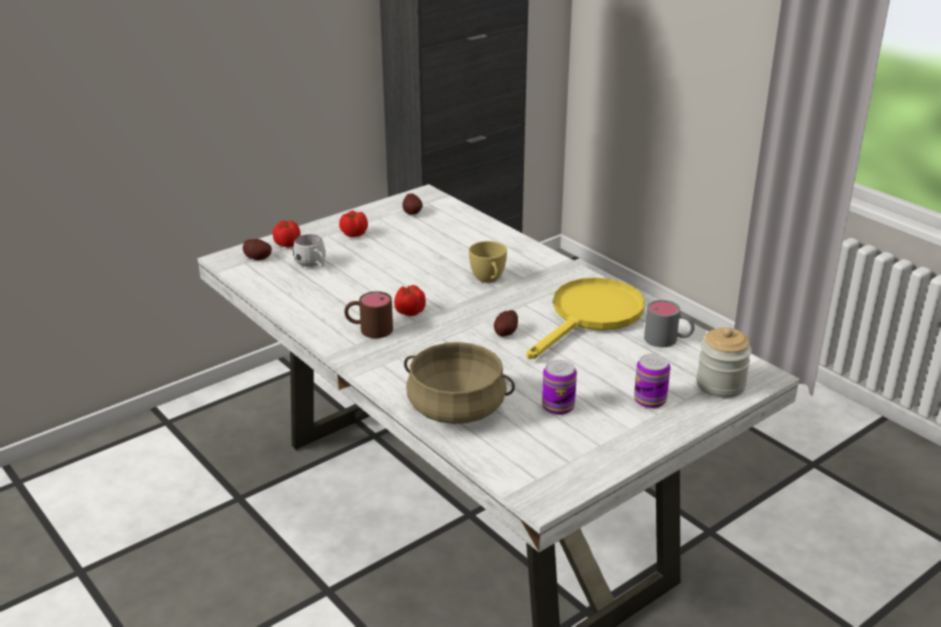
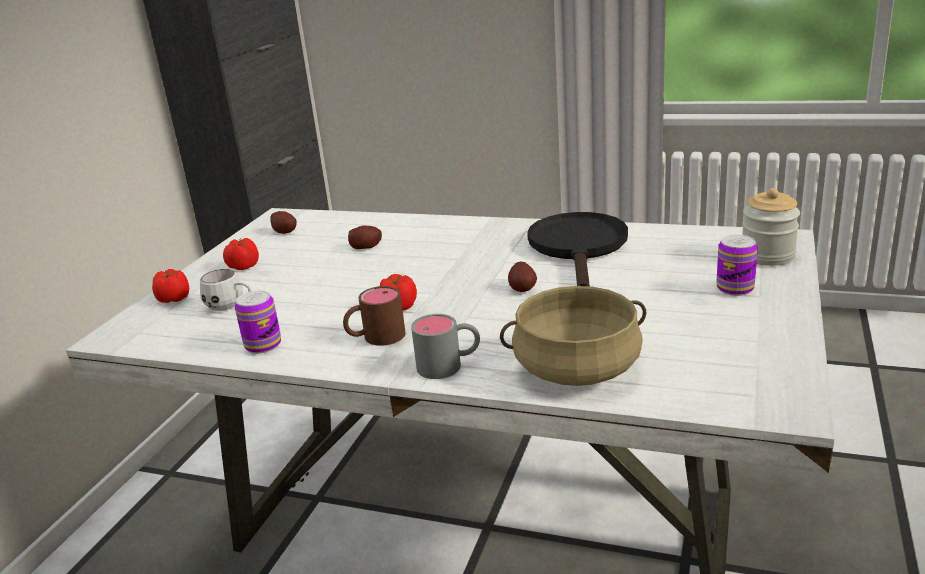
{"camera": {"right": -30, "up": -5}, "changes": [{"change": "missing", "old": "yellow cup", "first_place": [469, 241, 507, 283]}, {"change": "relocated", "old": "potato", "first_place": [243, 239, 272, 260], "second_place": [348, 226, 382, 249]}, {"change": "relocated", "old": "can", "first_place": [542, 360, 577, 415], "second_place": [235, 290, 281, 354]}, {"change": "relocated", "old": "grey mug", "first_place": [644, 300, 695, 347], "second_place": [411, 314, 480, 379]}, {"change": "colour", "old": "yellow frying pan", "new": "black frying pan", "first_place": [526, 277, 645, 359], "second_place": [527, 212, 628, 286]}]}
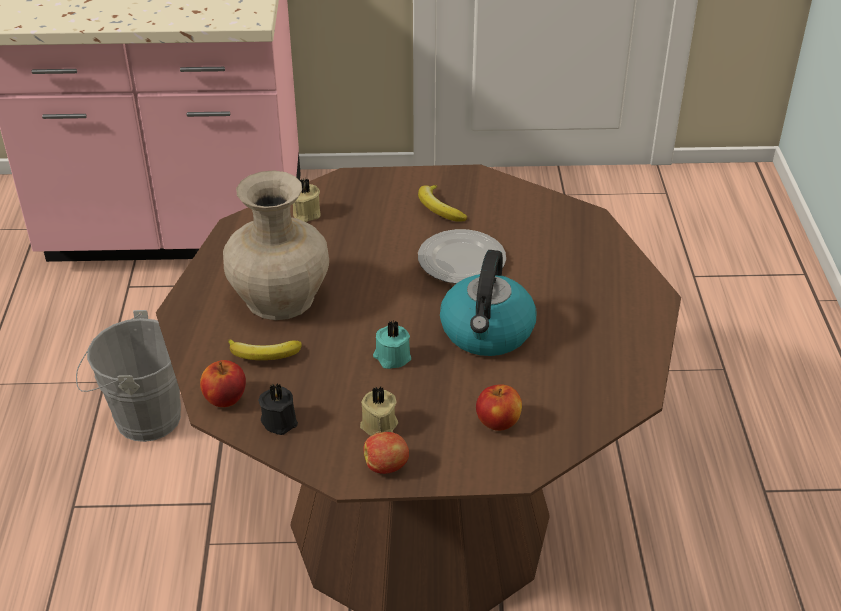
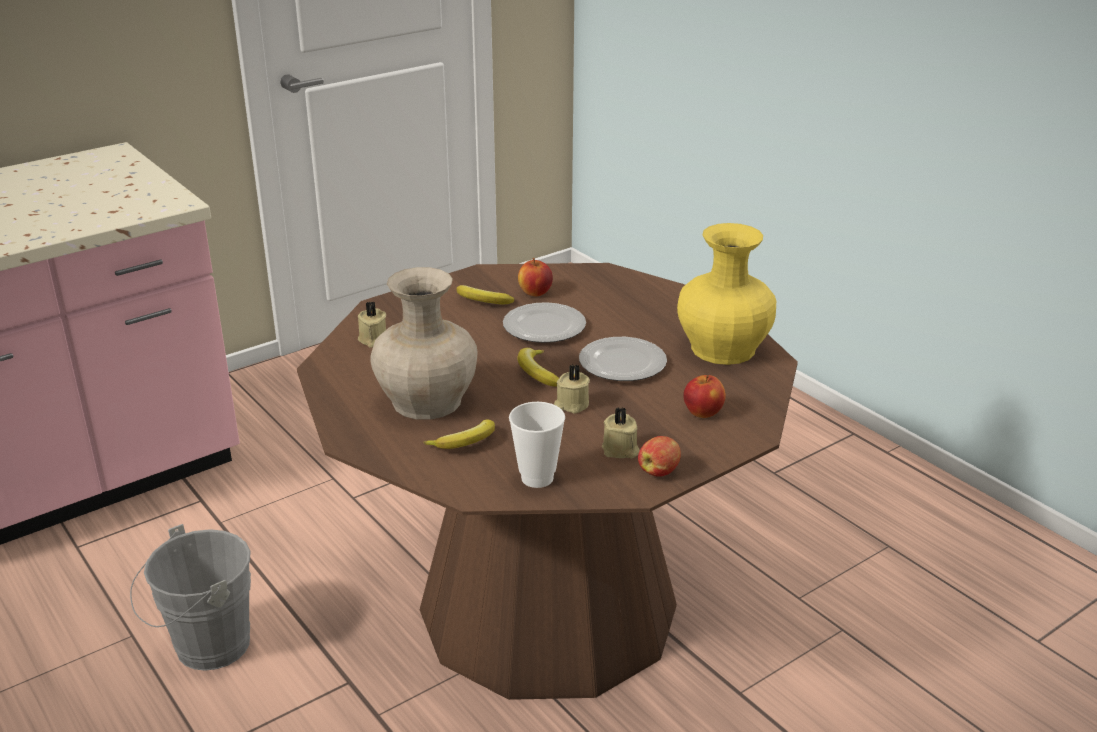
{"camera": {"right": -35, "up": -10}, "changes": [{"change": "appeared", "new": "banana", "second_place": [518, 348, 559, 387]}, {"change": "appeared", "new": "yellow vase", "second_place": [677, 223, 776, 365]}, {"change": "relocated", "old": "apple", "first_place": [200, 360, 246, 407], "second_place": [518, 258, 553, 296]}, {"change": "exchanged", "old": "black candle", "new": "cup", "first_place": [258, 383, 298, 435], "second_place": [509, 402, 565, 488]}, {"change": "exchanged", "old": "kettle", "new": "plate", "first_place": [440, 250, 536, 356], "second_place": [579, 337, 667, 381]}, {"change": "colour", "old": "turquoise candle", "new": "beige candle", "first_place": [373, 321, 411, 369], "second_place": [554, 364, 590, 413]}]}
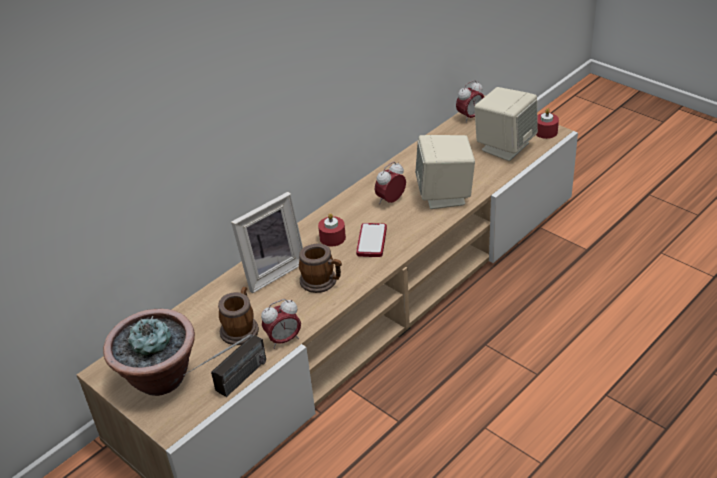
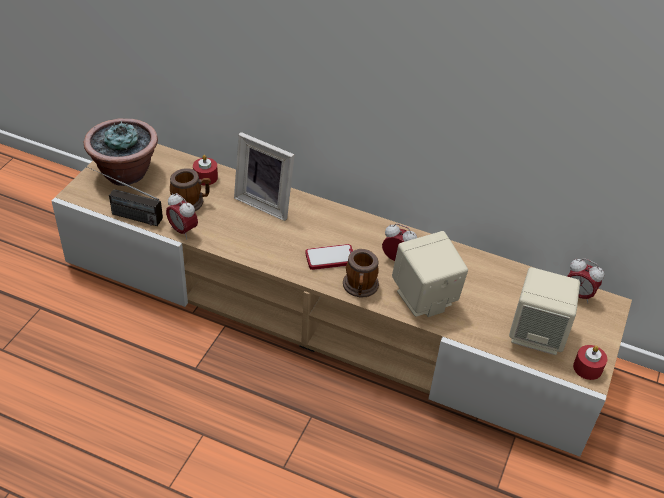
{"camera": {"right": 65, "up": 5}, "changes": [{"change": "relocated", "old": "mug", "first_place": [299, 243, 342, 293], "second_place": [343, 249, 379, 298]}, {"change": "relocated", "old": "red candle", "first_place": [318, 213, 346, 247], "second_place": [193, 155, 218, 185]}]}
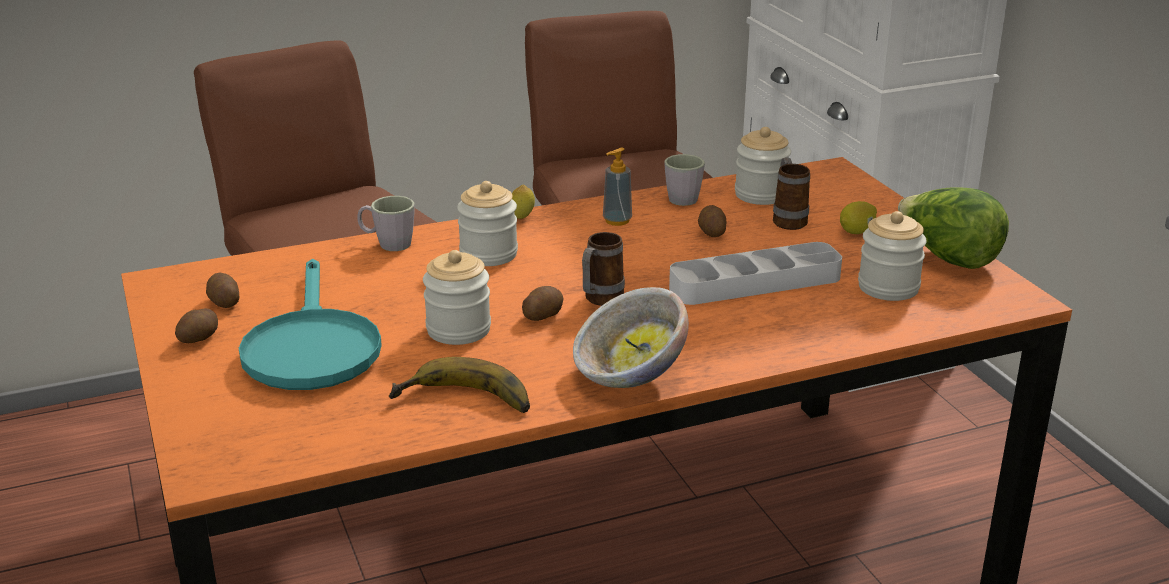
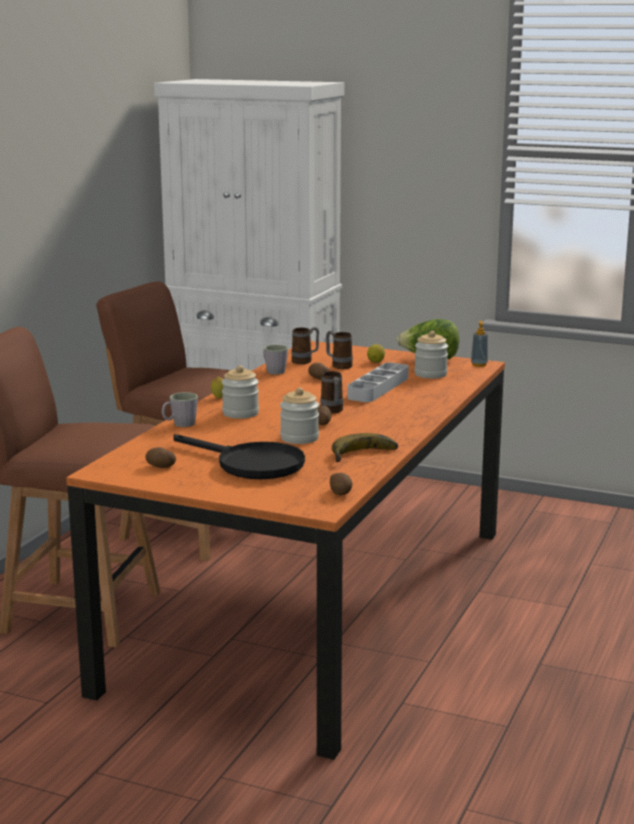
{"camera": {"right": -45, "up": -10}, "changes": [{"change": "missing", "old": "bowl", "first_place": [573, 287, 689, 388]}, {"change": "relocated", "old": "potato", "first_place": [175, 308, 218, 343], "second_place": [330, 473, 352, 495]}, {"change": "relocated", "old": "soap dispenser", "first_place": [603, 148, 632, 226], "second_place": [471, 321, 488, 367]}, {"change": "exchanged", "old": "jar", "new": "mug", "first_place": [735, 127, 791, 205], "second_place": [291, 327, 319, 364]}, {"change": "colour", "old": "turquoise frying pan", "new": "black frying pan", "first_place": [239, 259, 382, 390], "second_place": [173, 434, 305, 479]}]}
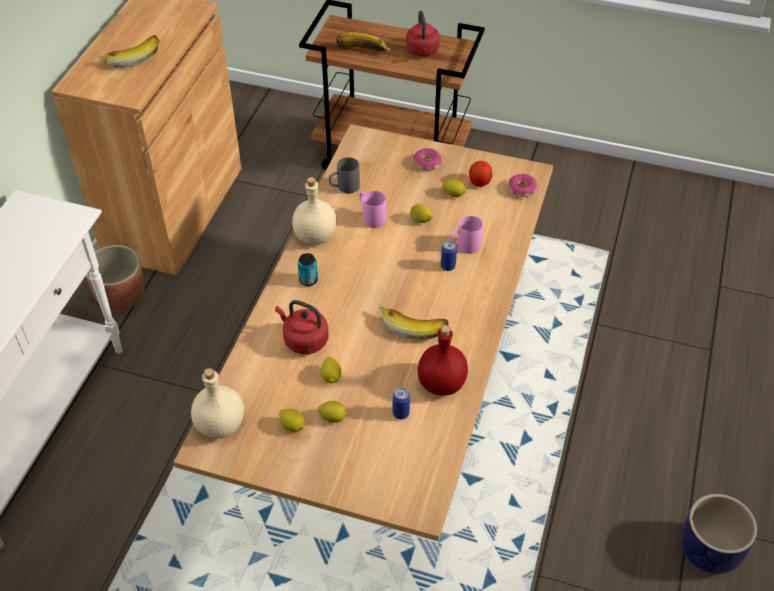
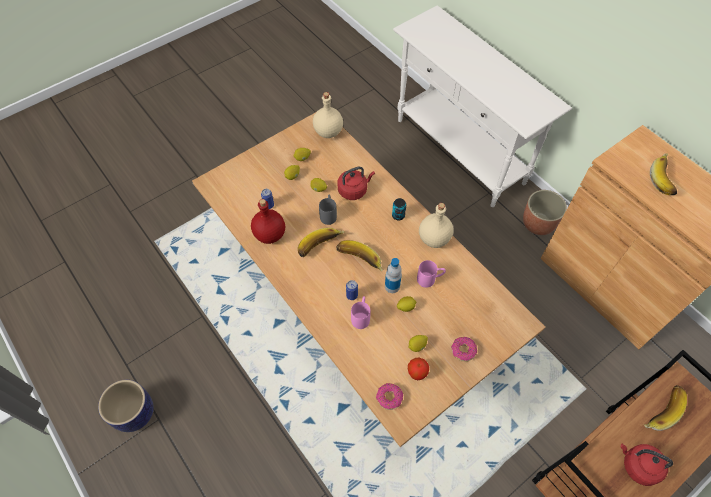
{"camera": {"right": 125, "up": 10}, "changes": [{"change": "appeared", "new": "banana", "second_place": [336, 240, 383, 272]}, {"change": "appeared", "new": "bottle", "second_place": [385, 258, 402, 293]}, {"change": "relocated", "old": "grey mug", "first_place": [329, 157, 360, 194], "second_place": [319, 194, 337, 225]}]}
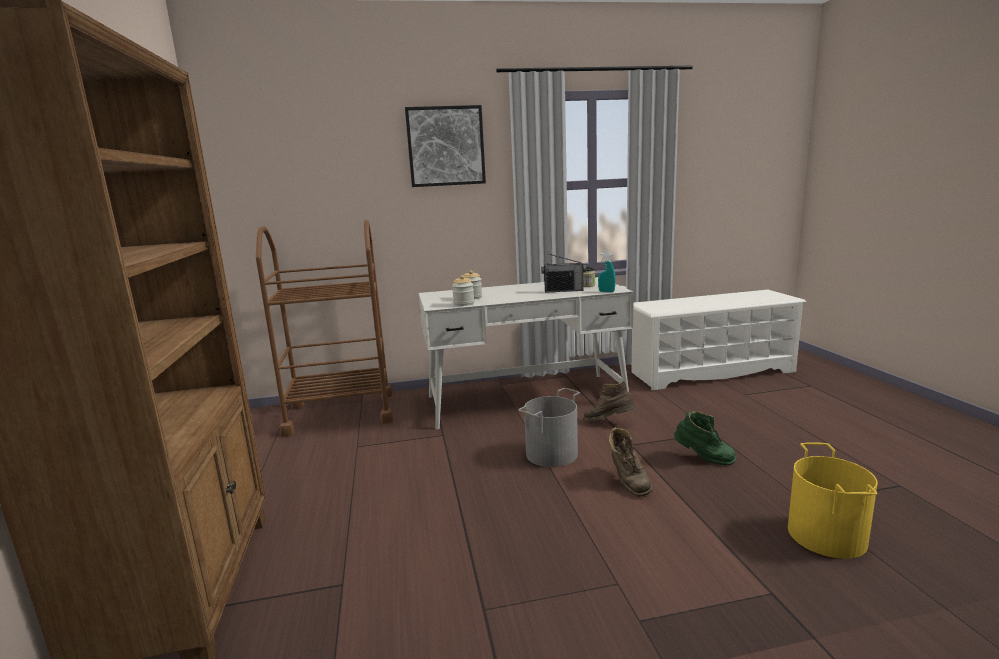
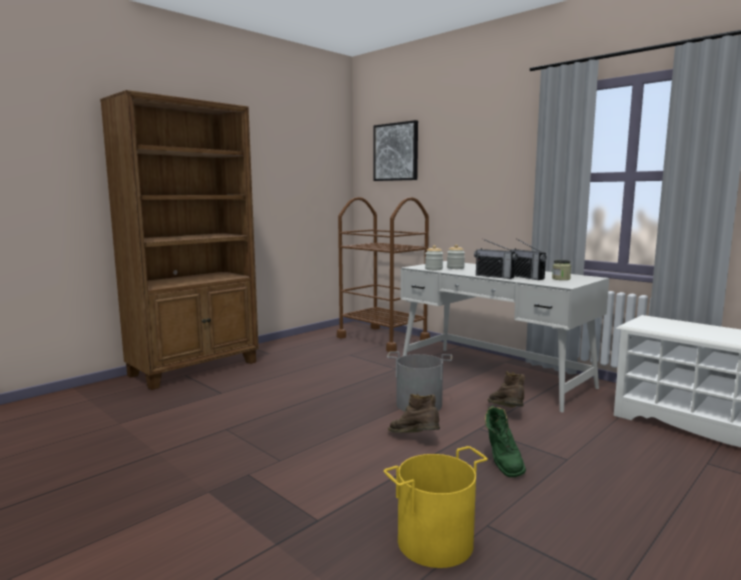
{"camera": {"right": 55, "up": -5}, "changes": [{"change": "missing", "old": "turquoise spray bottle", "first_place": [598, 253, 616, 292]}, {"change": "appeared", "new": "radio", "second_place": [474, 239, 517, 279]}, {"change": "relocated", "old": "picture", "first_place": [405, 105, 486, 187], "second_place": [373, 120, 418, 181]}, {"change": "spun", "old": "brown boot", "first_place": [609, 427, 653, 497], "second_place": [388, 394, 440, 433], "degrees": 90}]}
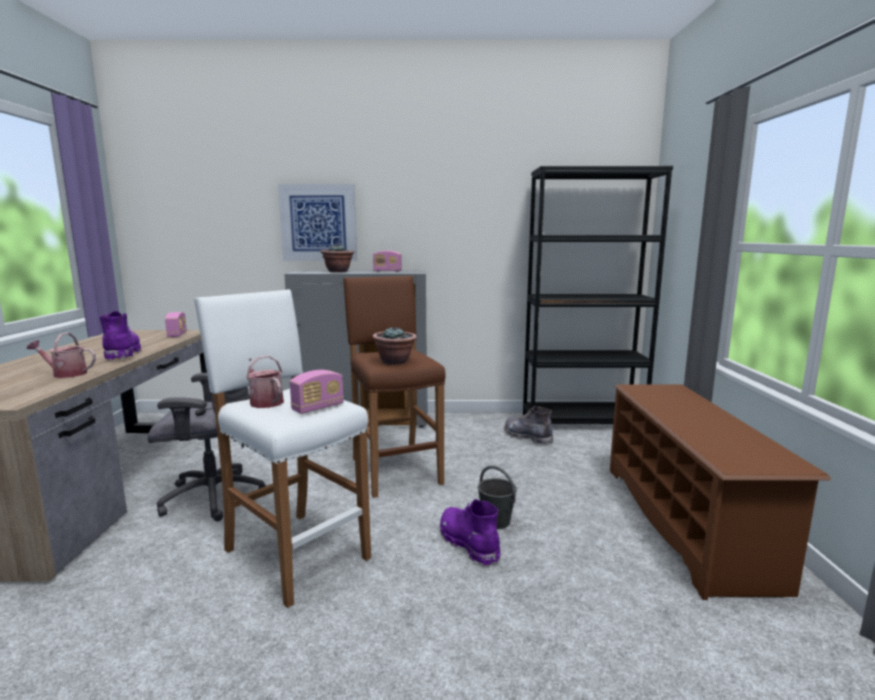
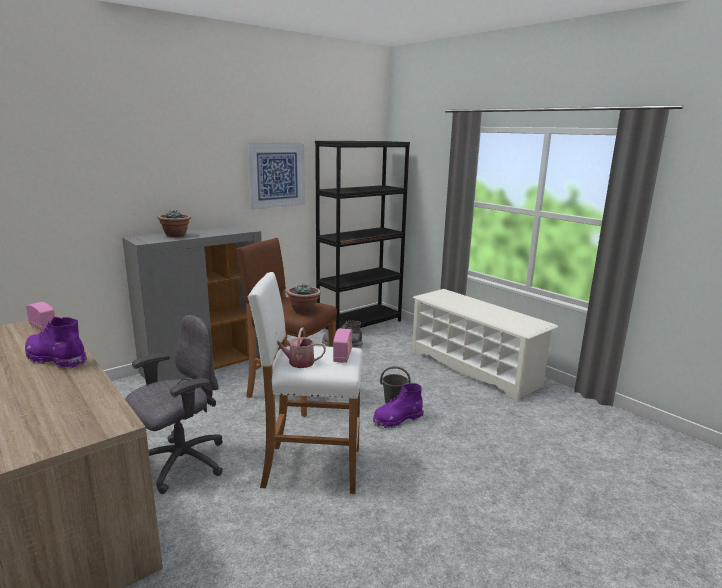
{"camera": {"right": -40, "up": 5}, "changes": [{"change": "missing", "old": "watering can", "first_place": [27, 332, 96, 378]}, {"change": "missing", "old": "radio", "first_place": [373, 251, 402, 272]}, {"change": "relocated", "old": "picture", "first_place": [278, 184, 357, 261], "second_place": [247, 143, 305, 210]}, {"change": "colour", "old": "brown shoe rack", "new": "white shoe rack", "first_place": [610, 385, 831, 600], "second_place": [412, 289, 558, 402]}, {"change": "spun", "old": "purple boot", "first_place": [440, 499, 501, 566], "second_place": [373, 383, 424, 428], "degrees": -45}]}
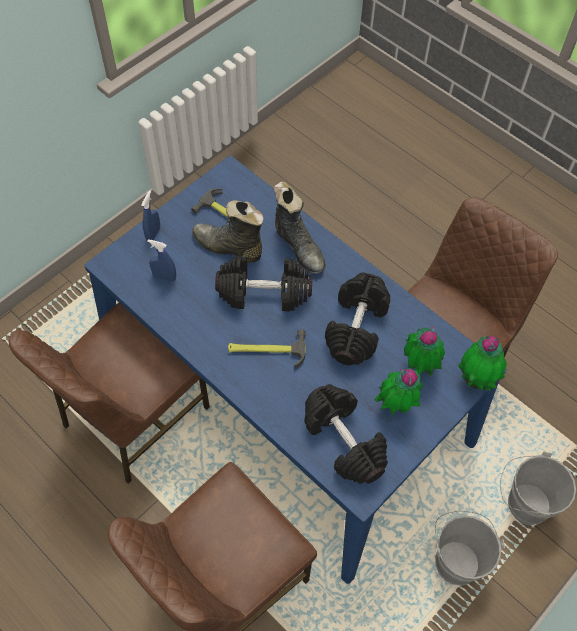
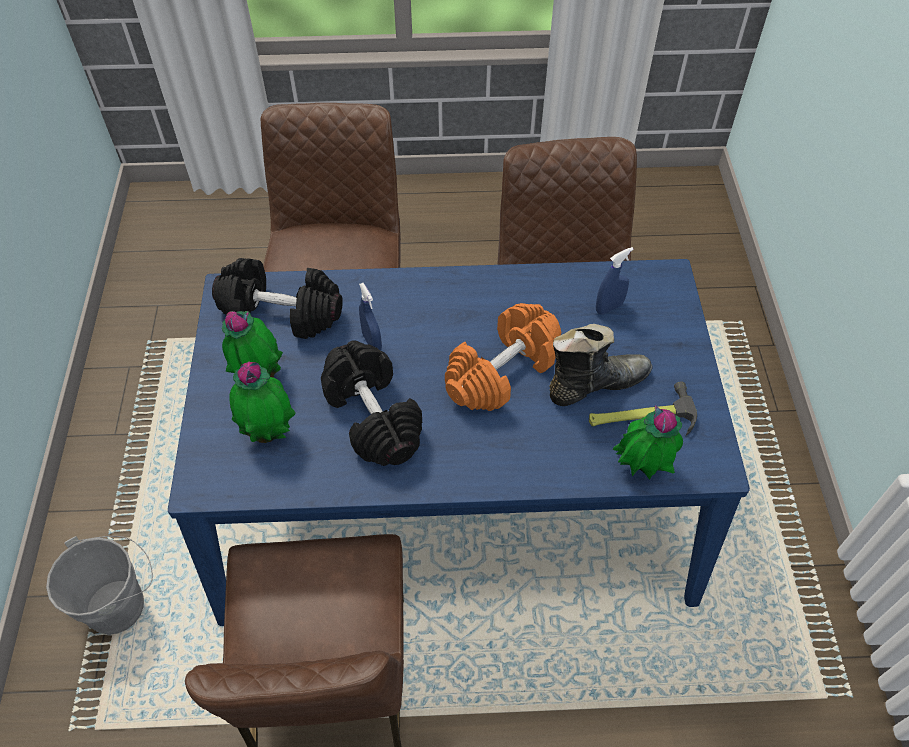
{"camera": {"right": 135, "up": -5}, "changes": [{"change": "missing", "old": "hammer", "first_place": [228, 329, 306, 369]}, {"change": "missing", "old": "black boot", "first_place": [274, 182, 326, 274]}, {"change": "missing", "old": "grey bucket", "first_place": [435, 511, 505, 586]}, {"change": "relocated", "old": "blue spray bottle", "first_place": [141, 190, 160, 240], "second_place": [359, 283, 382, 350]}, {"change": "relocated", "old": "potted plant", "first_place": [458, 336, 507, 391], "second_place": [613, 405, 683, 480]}, {"change": "colour", "old": "black dumbbell", "new": "orange dumbbell", "first_place": [215, 256, 313, 311], "second_place": [445, 303, 561, 411]}]}
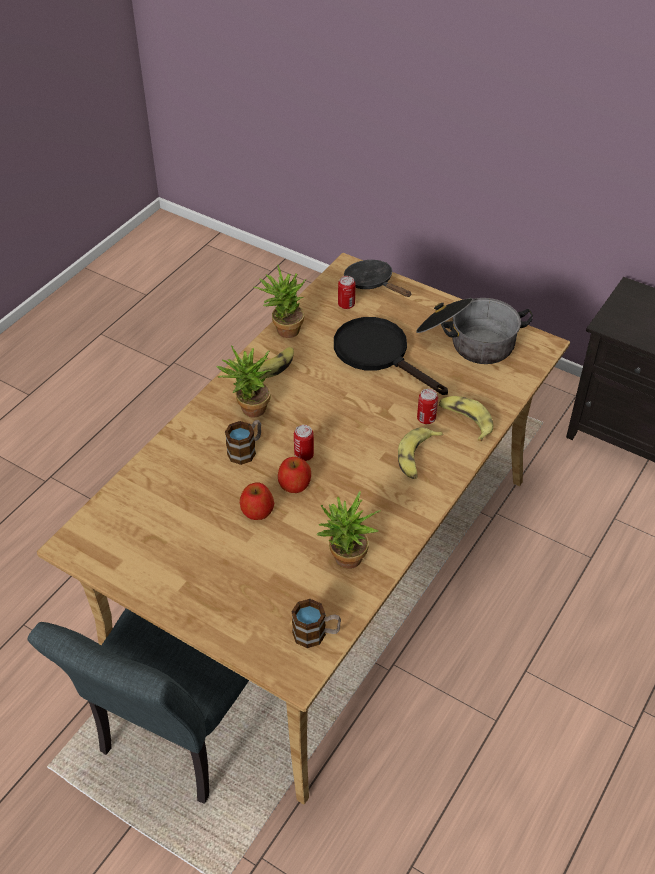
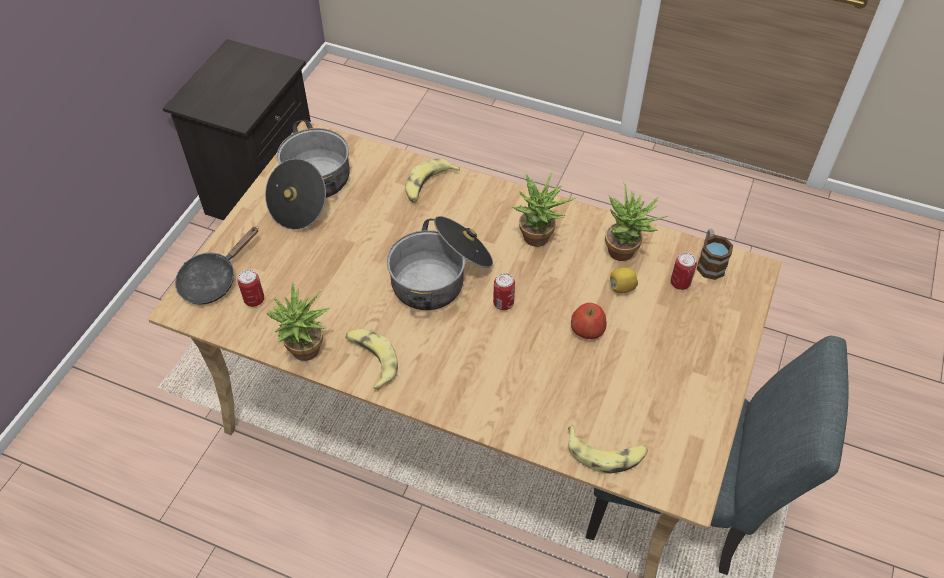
{"camera": {"right": -100, "up": 5}, "changes": [{"change": "missing", "old": "mug", "first_place": [225, 420, 261, 465]}, {"change": "missing", "old": "apple", "first_place": [278, 457, 311, 493]}, {"change": "missing", "old": "black frying pan", "first_place": [334, 317, 448, 395]}, {"change": "appeared", "new": "cooking pot", "second_place": [387, 216, 493, 310]}, {"change": "appeared", "new": "lemon", "second_place": [610, 267, 638, 293]}, {"change": "relocated", "old": "potted plant", "first_place": [217, 345, 271, 417], "second_place": [513, 170, 576, 247]}, {"change": "relocated", "old": "banana", "first_place": [398, 427, 443, 479], "second_place": [568, 425, 648, 474]}, {"change": "relocated", "old": "can", "first_place": [417, 389, 438, 424], "second_place": [671, 253, 697, 290]}]}
